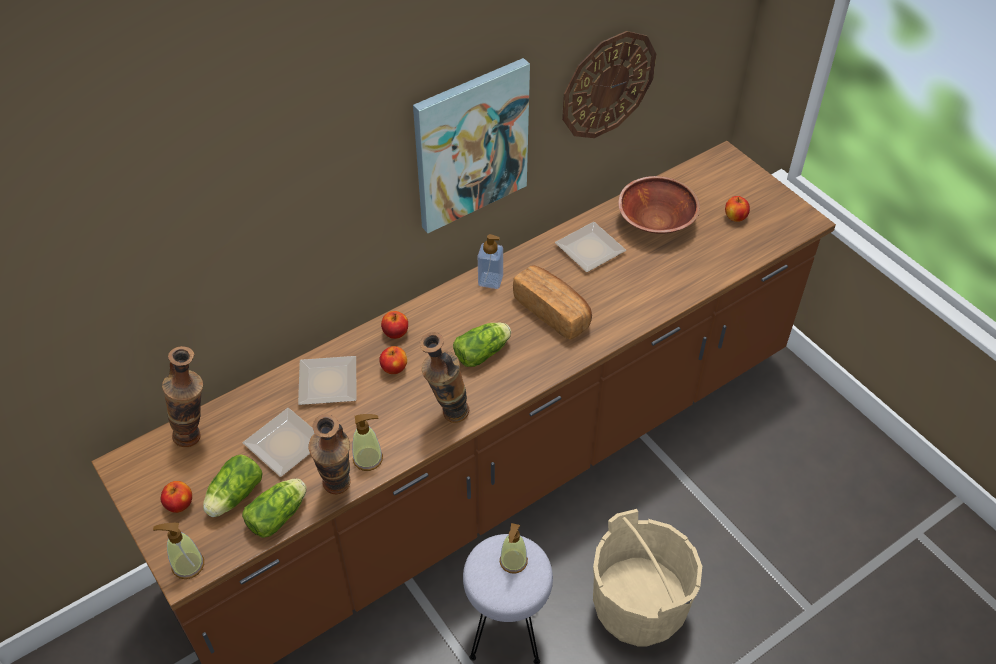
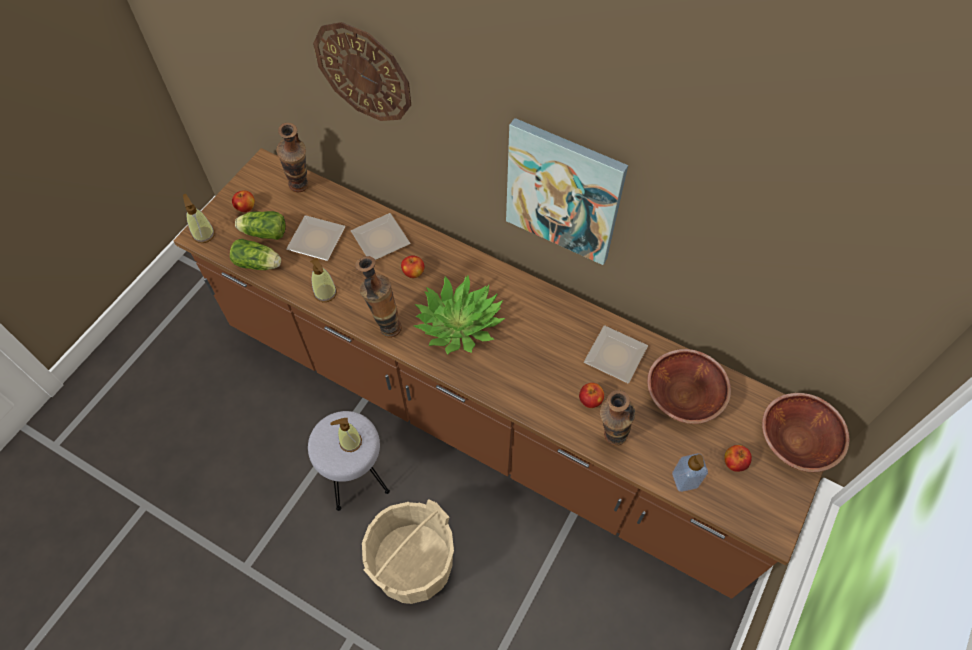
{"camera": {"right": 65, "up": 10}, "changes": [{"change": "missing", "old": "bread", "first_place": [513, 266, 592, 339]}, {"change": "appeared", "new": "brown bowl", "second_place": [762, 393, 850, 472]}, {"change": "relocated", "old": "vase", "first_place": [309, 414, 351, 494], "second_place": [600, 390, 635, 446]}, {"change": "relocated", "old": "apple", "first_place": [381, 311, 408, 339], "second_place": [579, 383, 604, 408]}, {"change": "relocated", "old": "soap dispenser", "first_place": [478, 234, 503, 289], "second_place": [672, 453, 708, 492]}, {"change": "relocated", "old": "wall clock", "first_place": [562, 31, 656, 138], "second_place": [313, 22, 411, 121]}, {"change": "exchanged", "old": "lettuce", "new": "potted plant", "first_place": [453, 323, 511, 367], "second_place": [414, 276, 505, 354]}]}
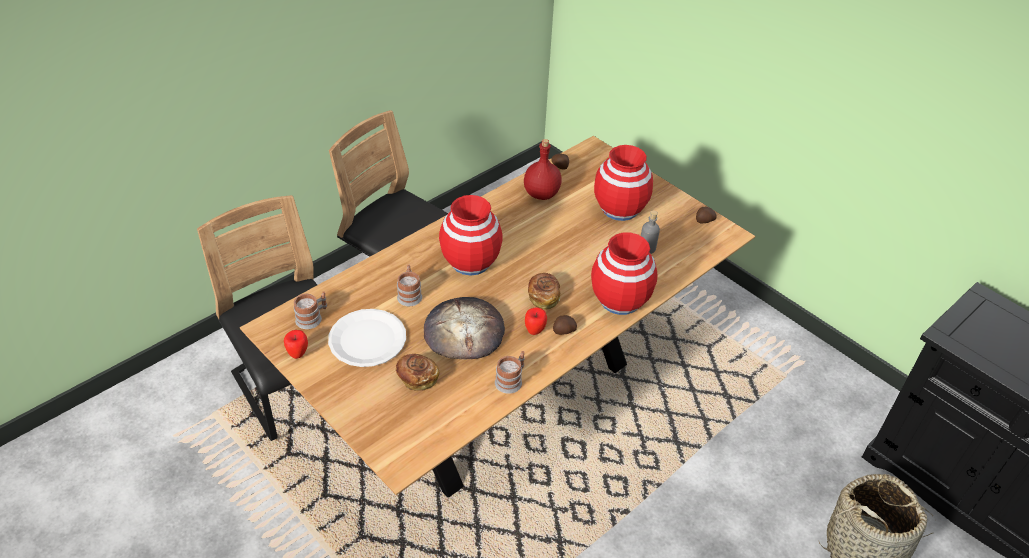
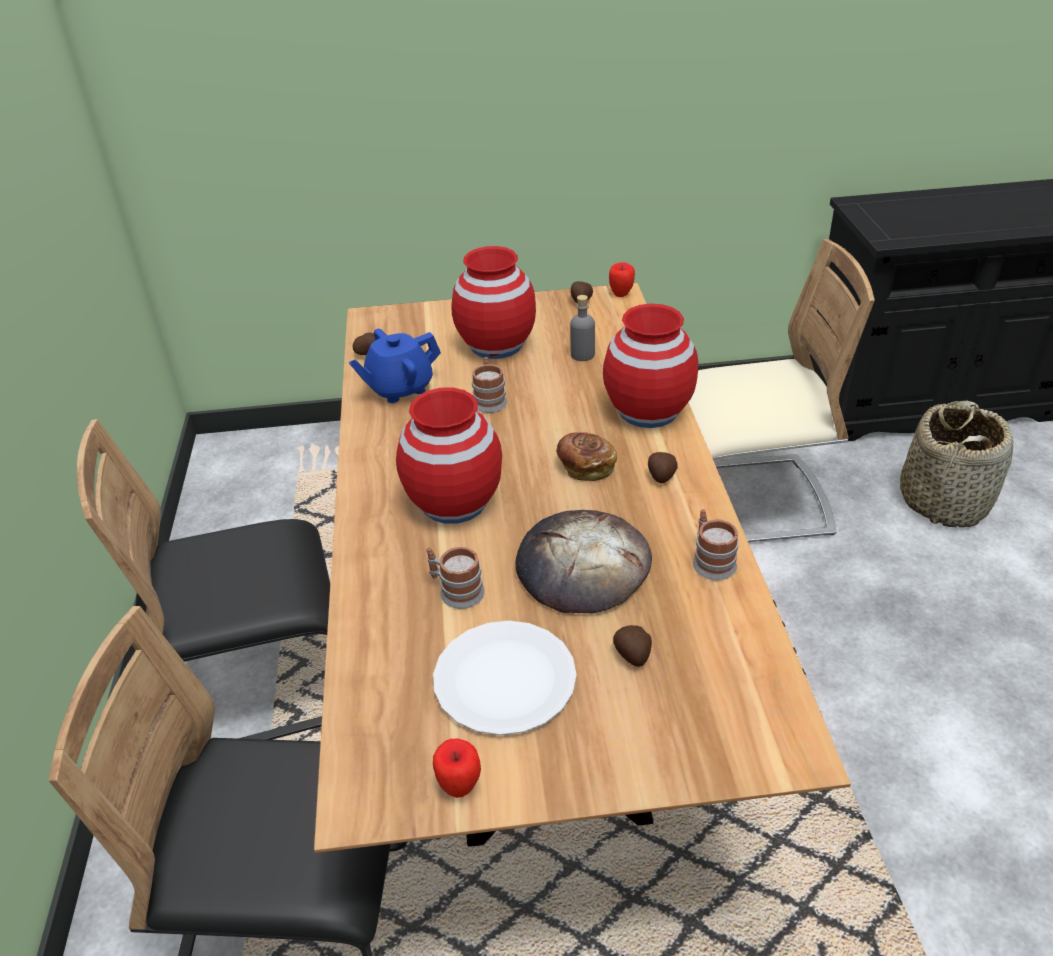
{"camera": {"right": -50, "up": -5}, "changes": [{"change": "appeared", "new": "beige chair", "second_place": [689, 239, 875, 542]}, {"change": "relocated", "old": "mug", "first_place": [294, 291, 327, 329], "second_place": [472, 357, 507, 413]}, {"change": "relocated", "old": "apple", "first_place": [525, 307, 547, 335], "second_place": [609, 262, 635, 297]}, {"change": "exchanged", "old": "bread", "new": "potato", "first_place": [396, 354, 439, 391], "second_place": [613, 625, 652, 667]}, {"change": "exchanged", "old": "red bottle", "new": "blue teapot", "first_place": [524, 139, 562, 200], "second_place": [349, 329, 441, 403]}]}
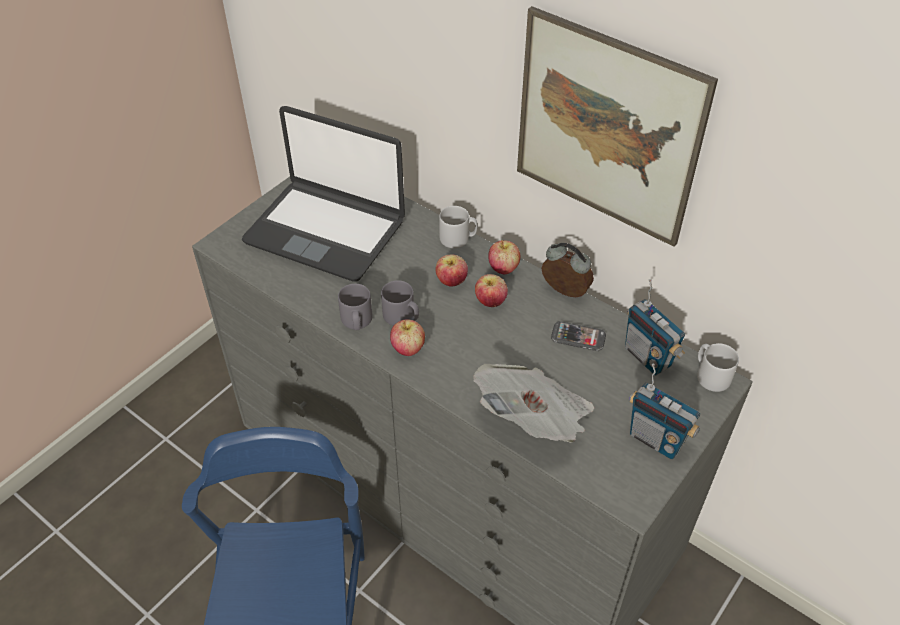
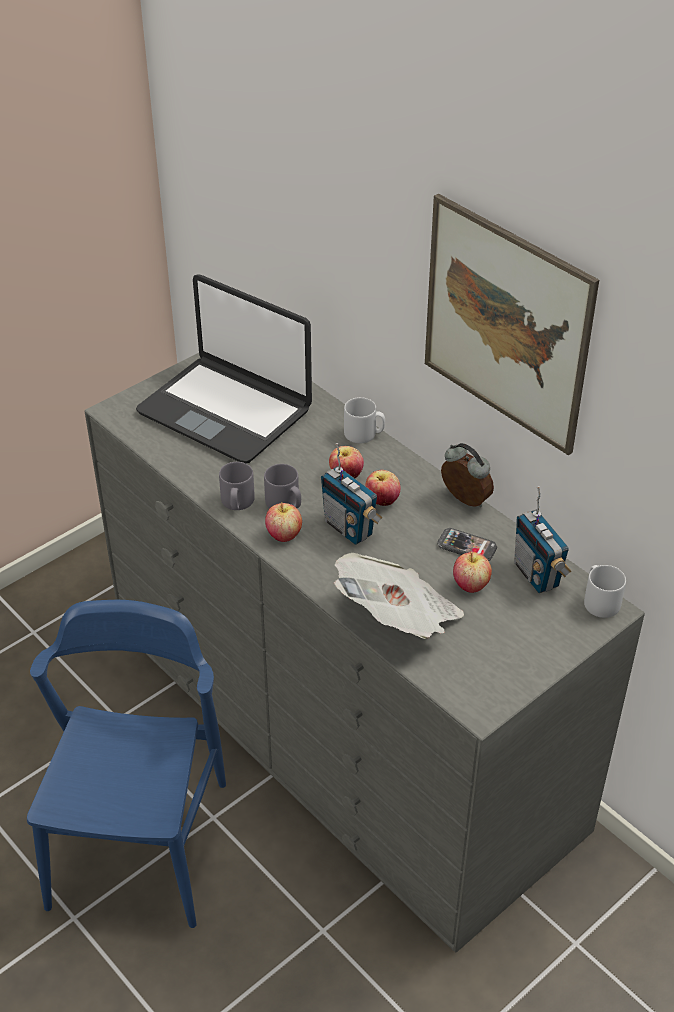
{"camera": {"right": 10, "up": -5}, "changes": [{"change": "relocated", "old": "apple", "first_place": [488, 240, 520, 275], "second_place": [453, 552, 492, 593]}, {"change": "relocated", "old": "radio", "first_place": [629, 364, 700, 459], "second_place": [321, 443, 383, 545]}]}
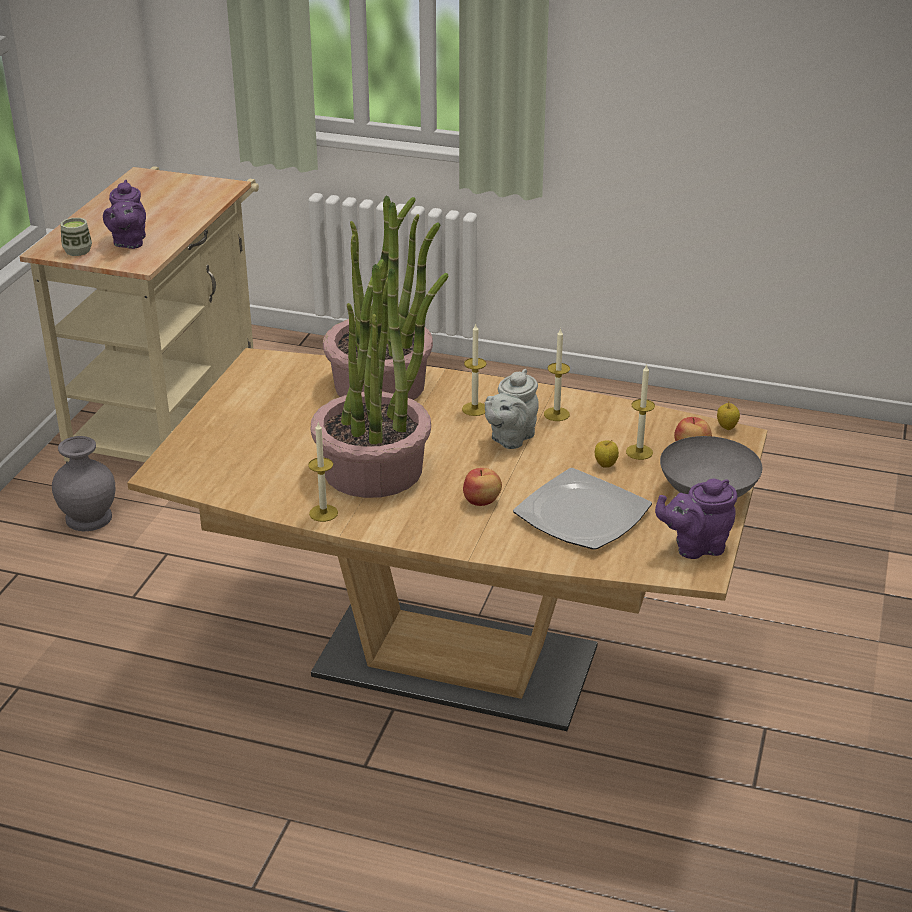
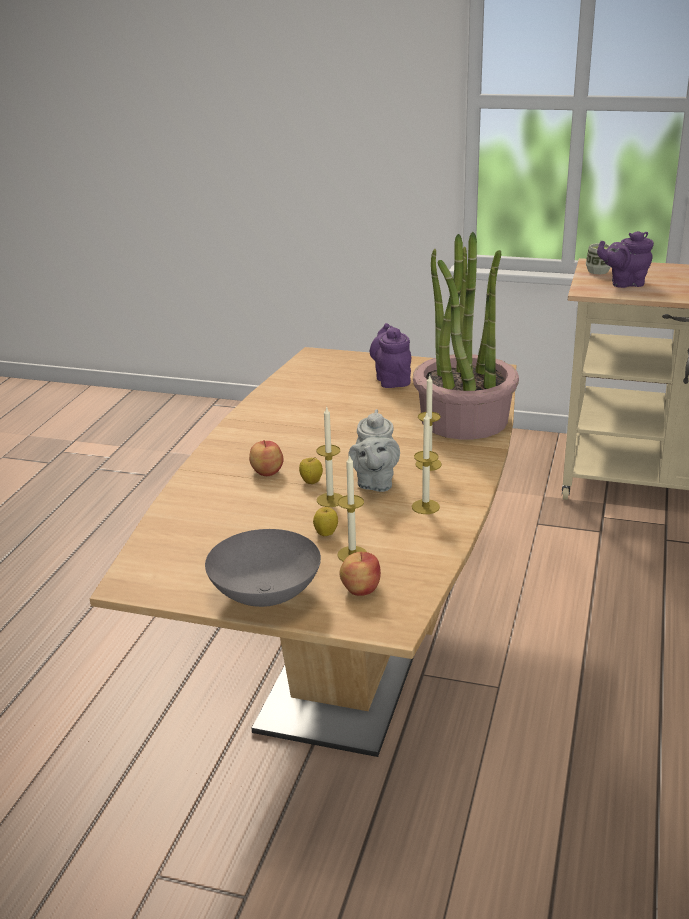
{"camera": {"right": 90, "up": -5}, "changes": [{"change": "missing", "old": "grey vase", "first_place": [52, 436, 115, 531]}, {"change": "missing", "old": "potted plant", "first_place": [311, 259, 448, 498]}, {"change": "missing", "old": "plate", "first_place": [513, 468, 652, 550]}, {"change": "relocated", "old": "candle", "first_place": [308, 423, 338, 522], "second_place": [316, 406, 343, 507]}, {"change": "relocated", "old": "purple teapot", "first_place": [655, 479, 737, 559], "second_place": [369, 323, 411, 388]}, {"change": "relocated", "old": "apple", "first_place": [717, 401, 740, 430], "second_place": [299, 457, 323, 484]}, {"change": "spun", "old": "grey teapot", "first_place": [485, 369, 539, 449], "second_place": [348, 409, 400, 492], "degrees": -120}]}
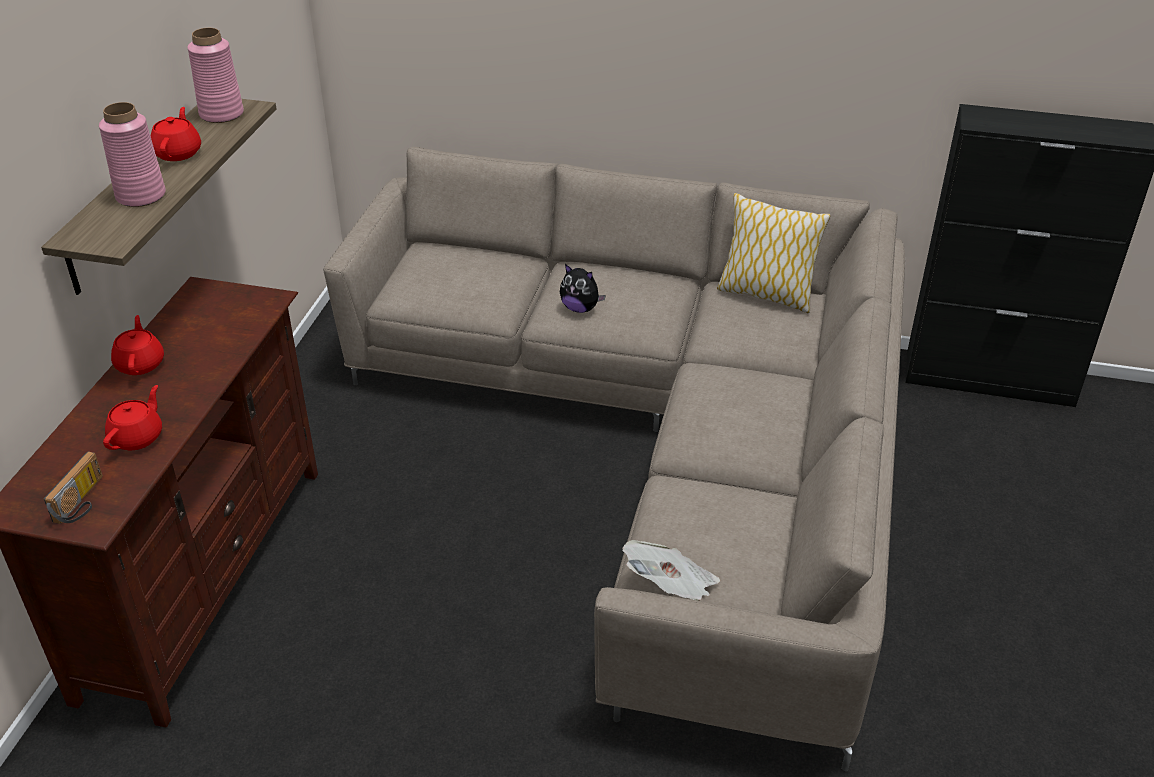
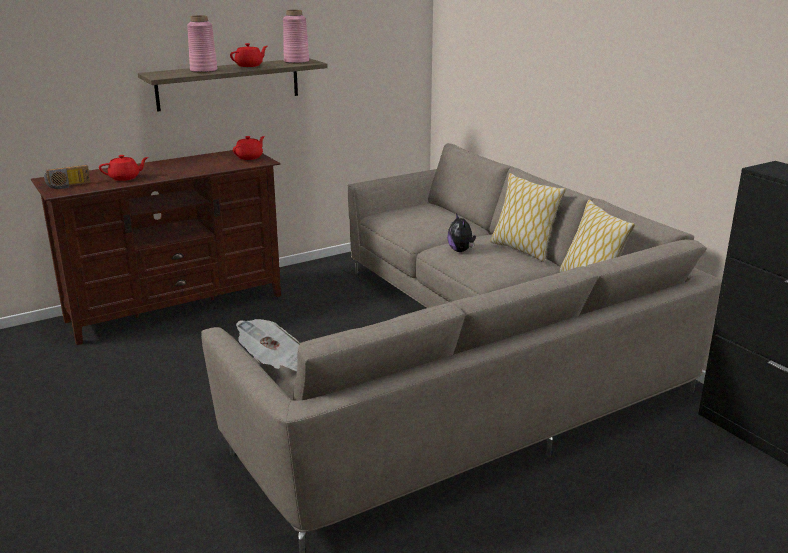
{"camera": {"right": 45, "up": -15}, "changes": [{"change": "appeared", "new": "pillow", "second_place": [490, 173, 566, 262]}, {"change": "relocated", "old": "red teapot", "first_place": [111, 315, 164, 375], "second_place": [233, 136, 265, 160]}]}
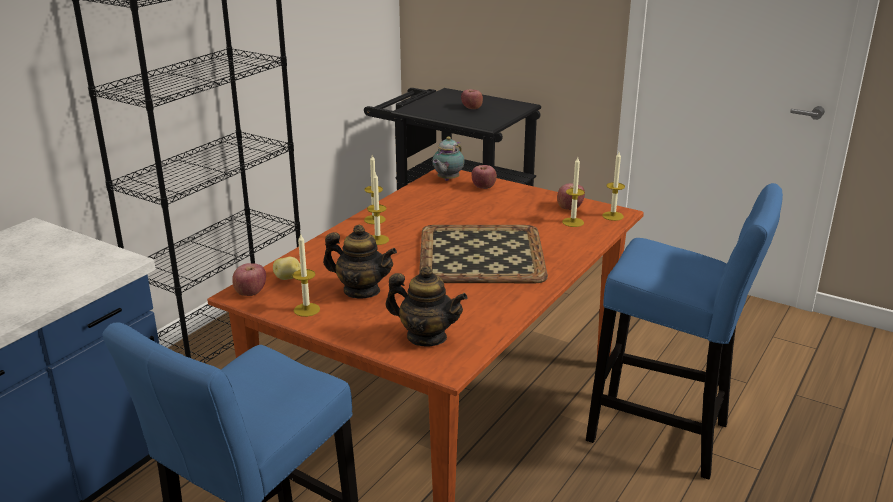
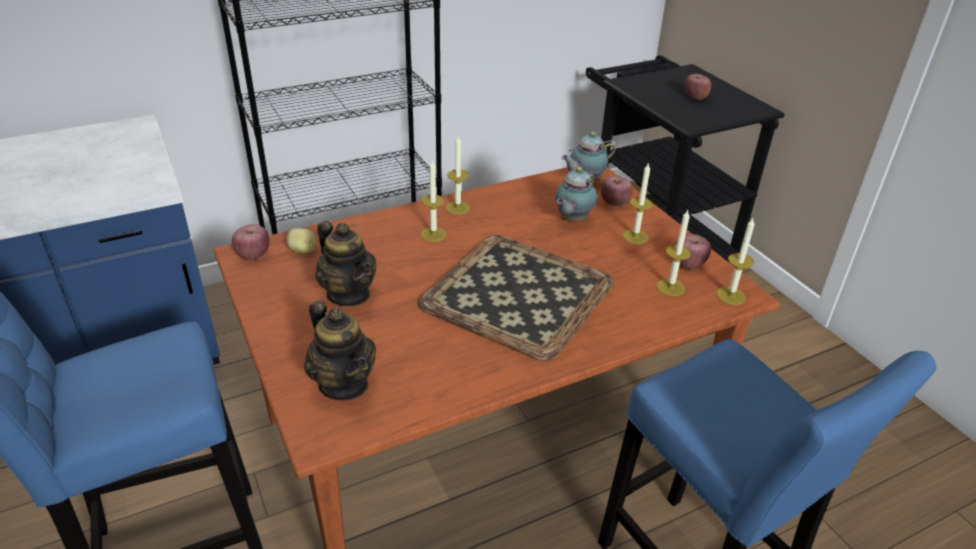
{"camera": {"right": 30, "up": 10}, "changes": [{"change": "appeared", "new": "teapot", "second_place": [555, 167, 597, 221]}, {"change": "relocated", "old": "candle", "first_place": [293, 234, 320, 317], "second_place": [623, 162, 653, 244]}]}
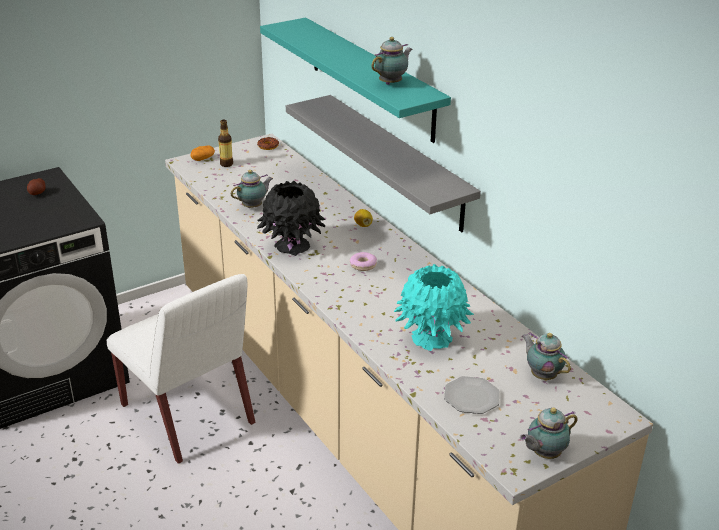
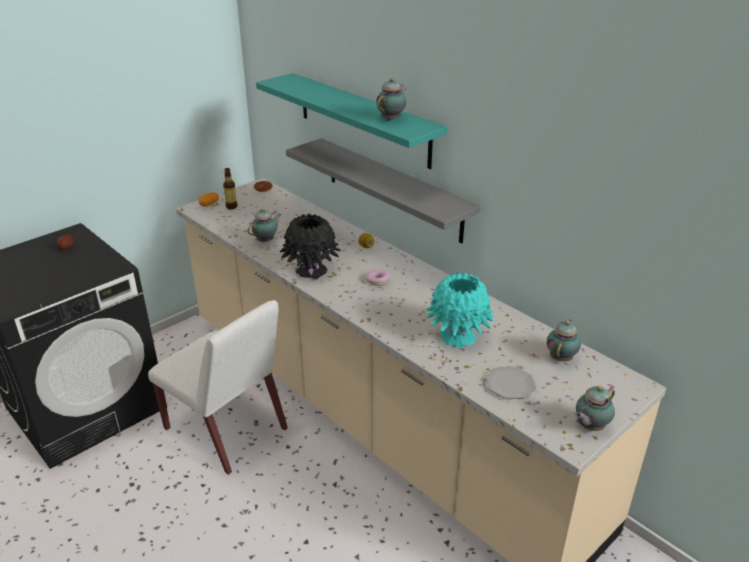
{"camera": {"right": -10, "up": 0}, "changes": [{"change": "spun", "old": "teapot", "first_place": [522, 332, 571, 380], "second_place": [547, 320, 581, 362], "degrees": 75}]}
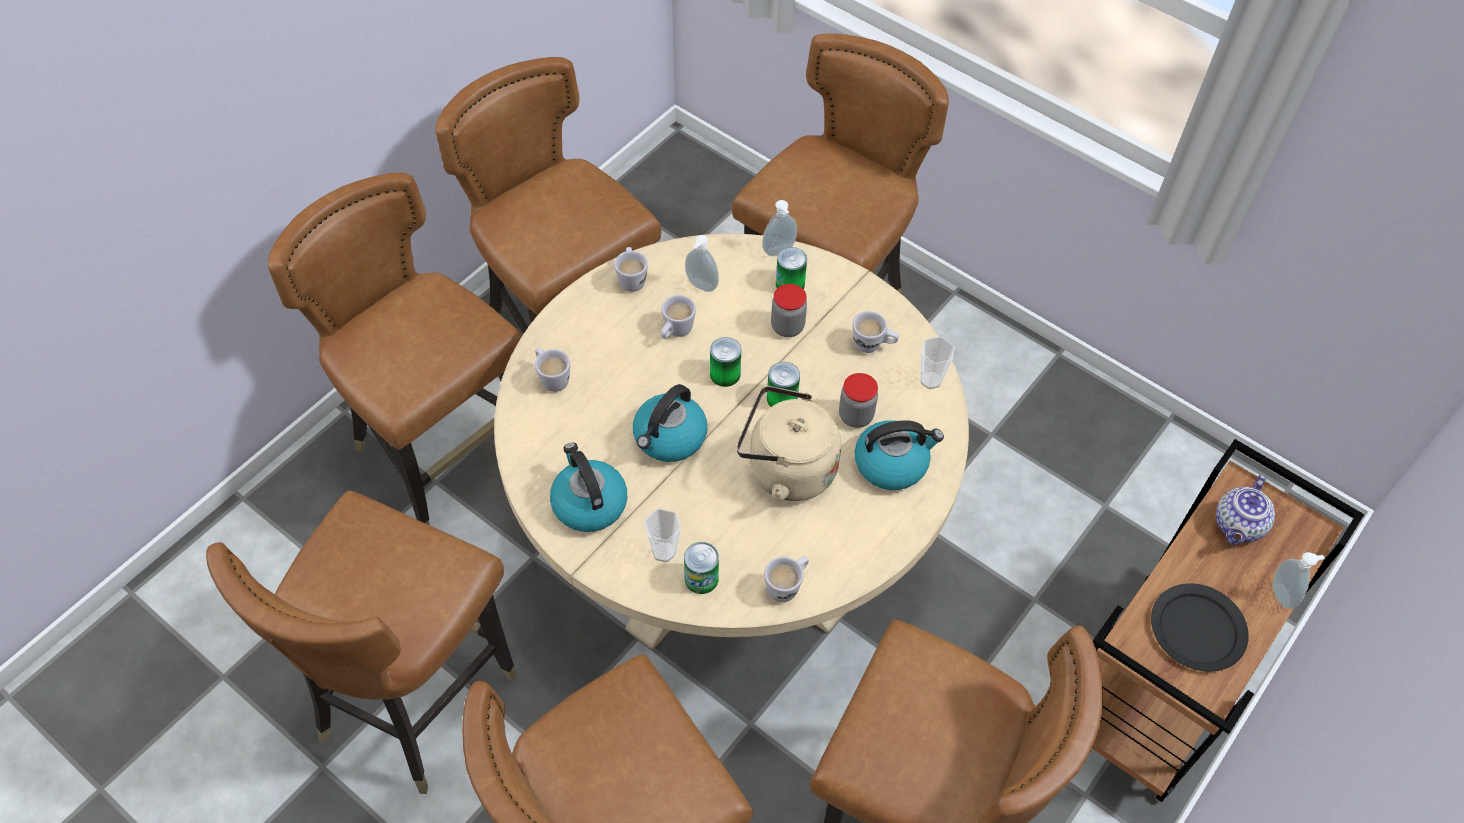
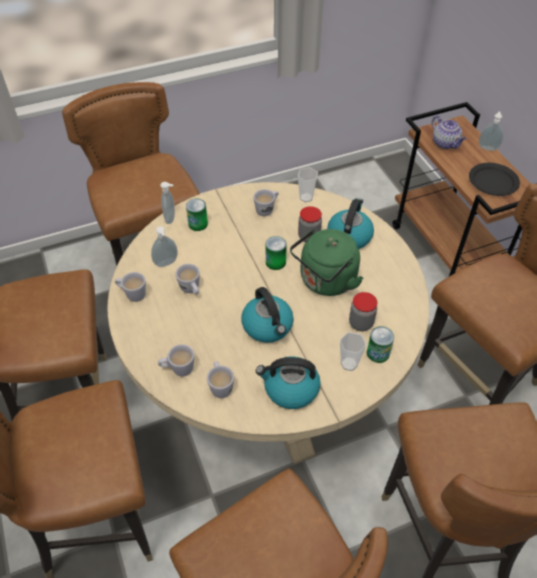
{"camera": {"right": -60, "up": -5}, "changes": [{"change": "missing", "old": "can", "first_place": [710, 337, 741, 387]}, {"change": "relocated", "old": "white mug", "first_place": [764, 556, 809, 602], "second_place": [207, 361, 234, 398]}, {"change": "relocated", "old": "jar", "first_place": [771, 284, 807, 337], "second_place": [349, 292, 378, 331]}, {"change": "colour", "old": "beige kettle", "new": "green kettle", "first_place": [736, 386, 841, 501], "second_place": [290, 229, 363, 296]}]}
